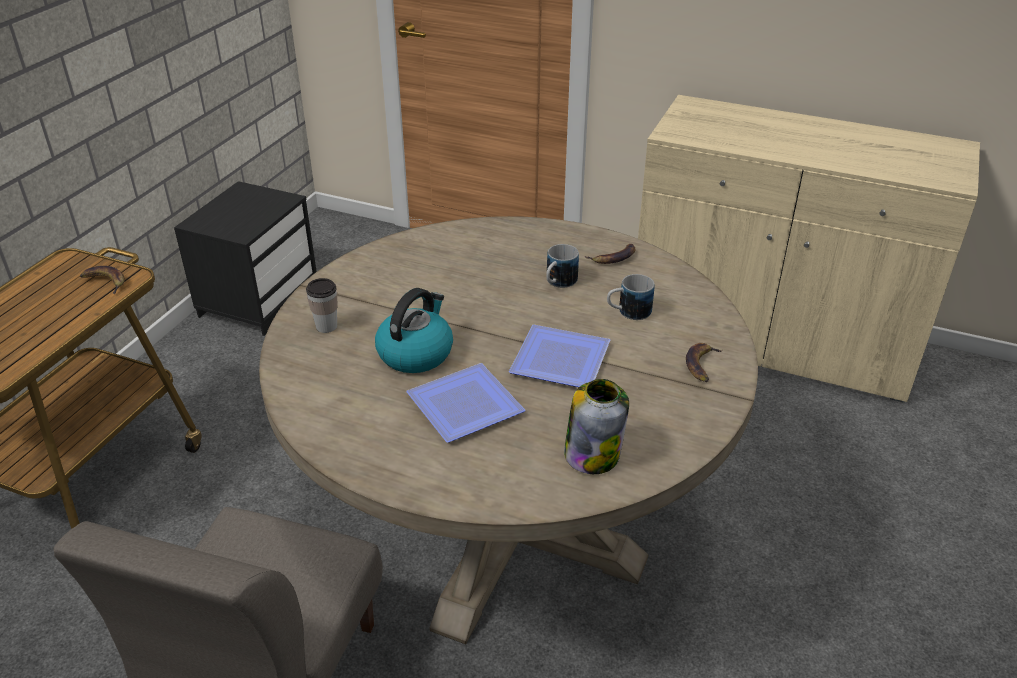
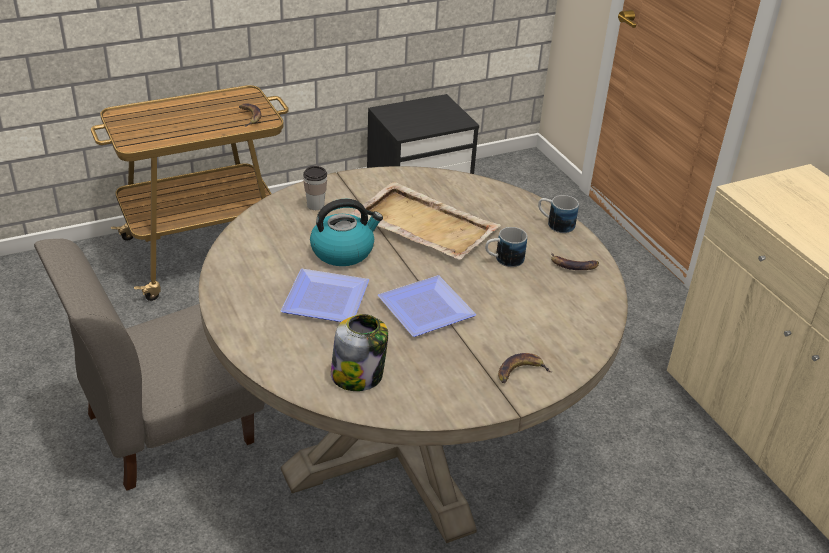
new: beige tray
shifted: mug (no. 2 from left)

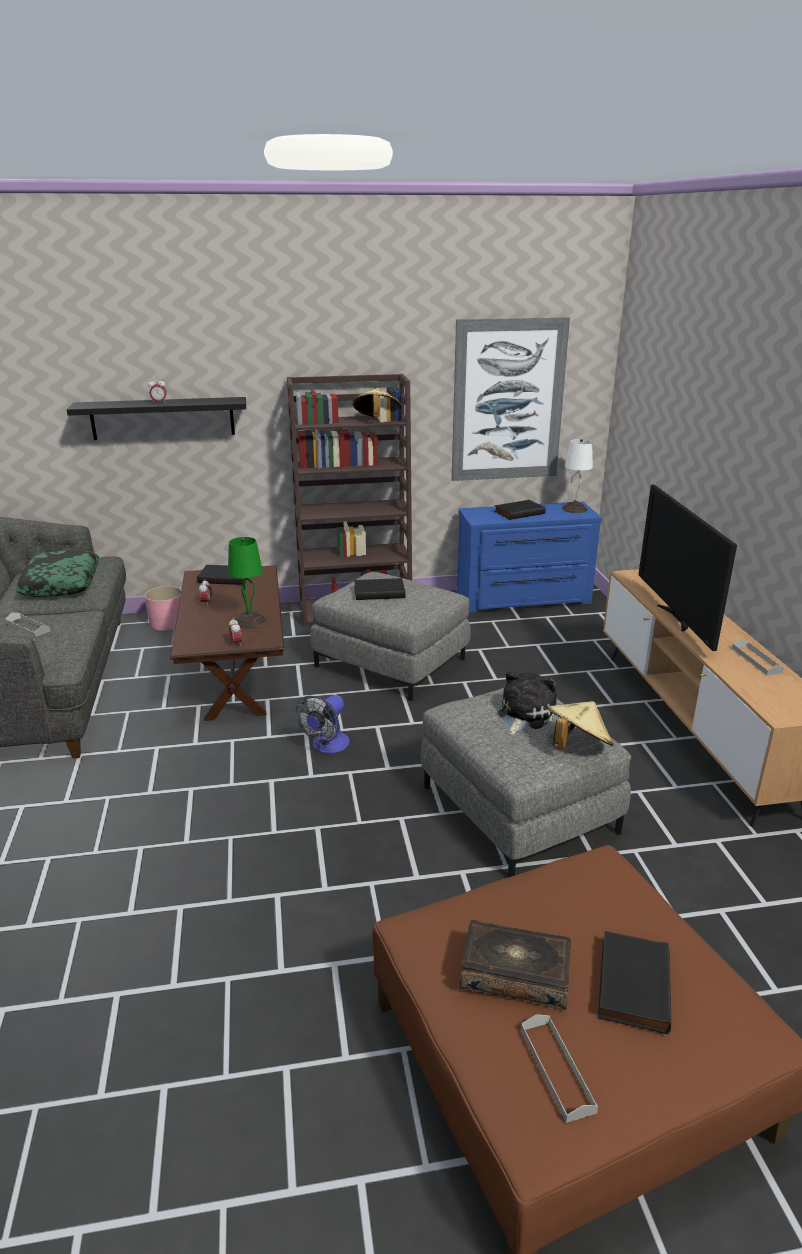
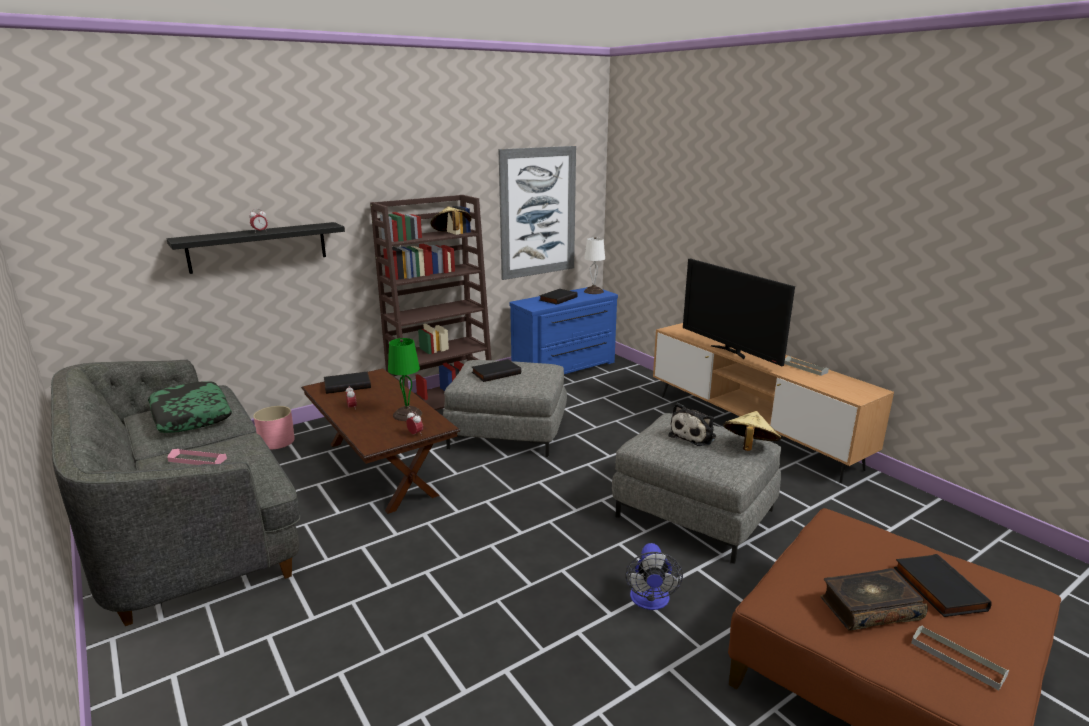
shifted: fan
repainted: grey tray (no. 1 from left) to pink tray
rotated: plush toy 150 degrees counterclockwise

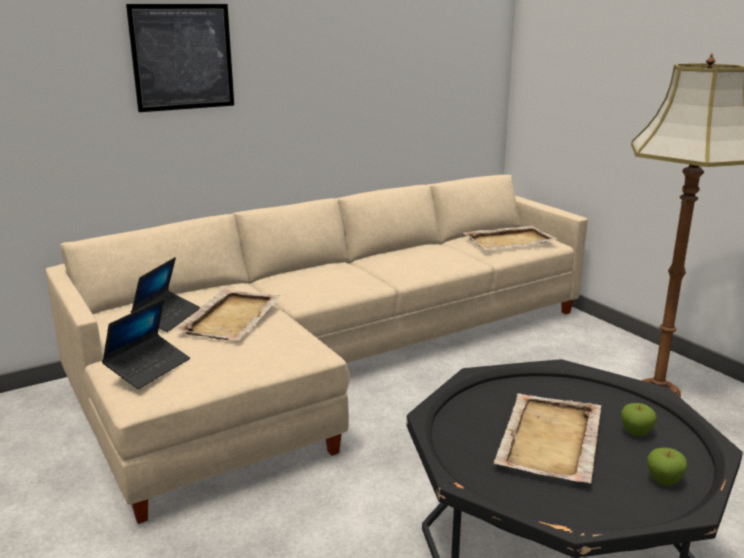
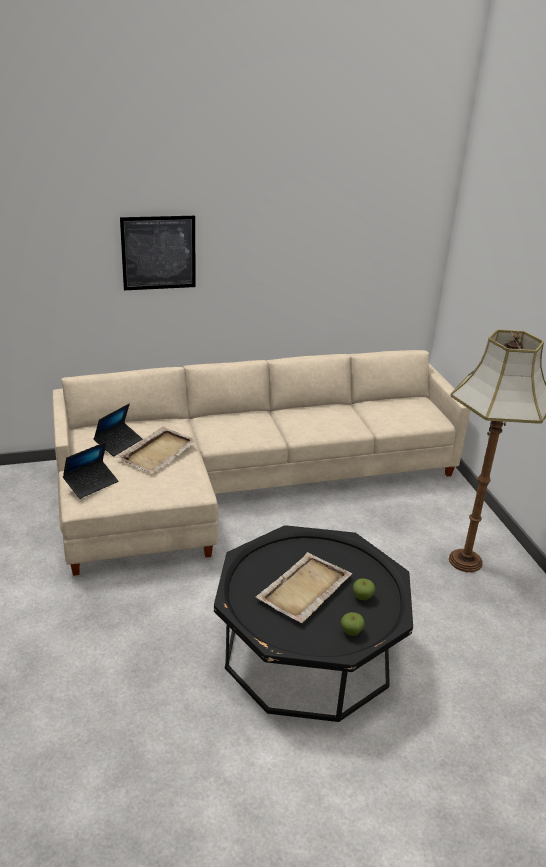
gone: beige tray (no. 2 from left)

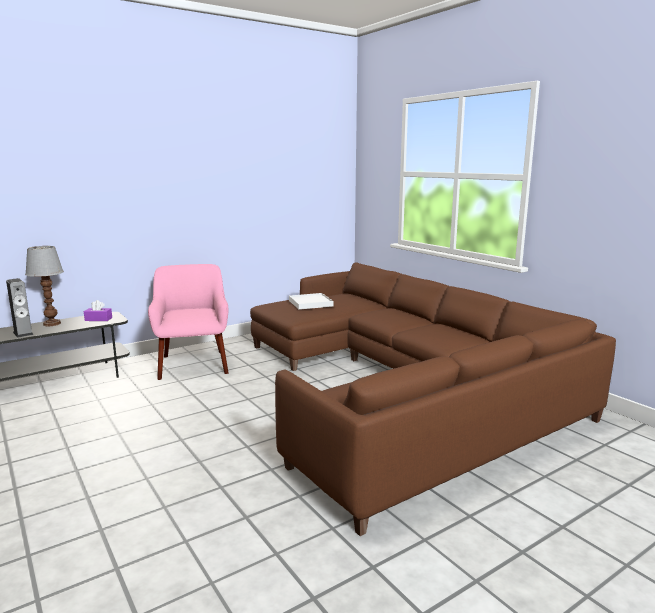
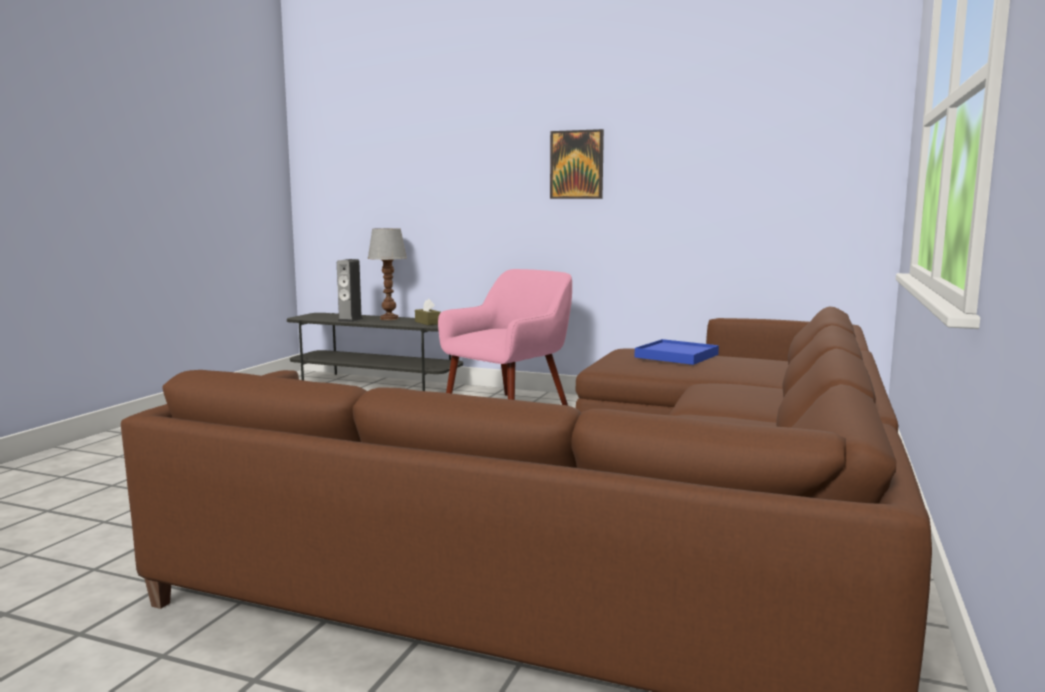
new: picture
repainted: purple tissue box to brown tissue box; white tray to blue tray

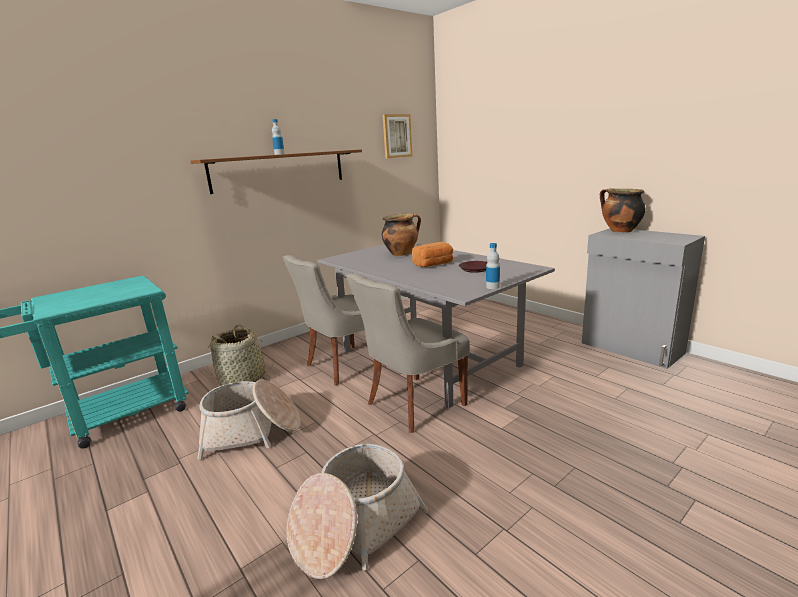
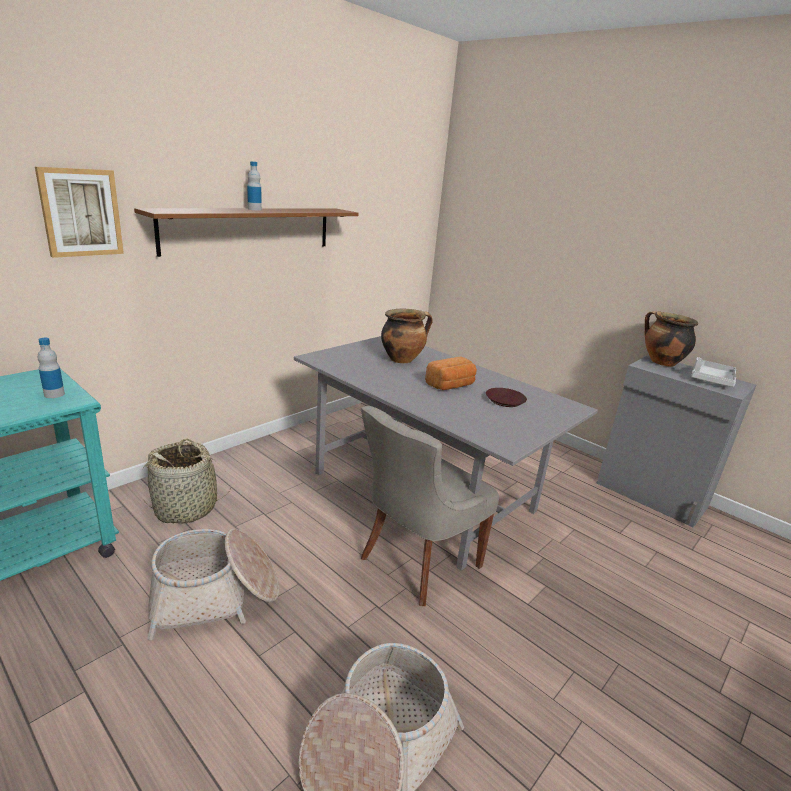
gone: grey chair (no. 1 from left)
new: grey tray
shifted: picture; bottle (no. 2 from left in the first image) to bottle (no. 1 from left)

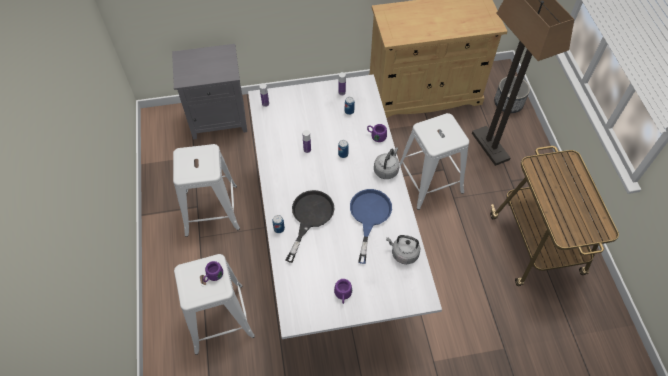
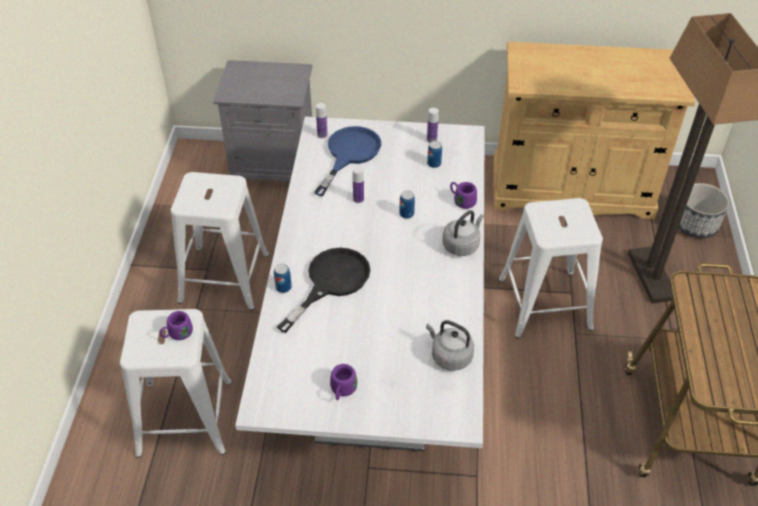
shifted: blue frying pan

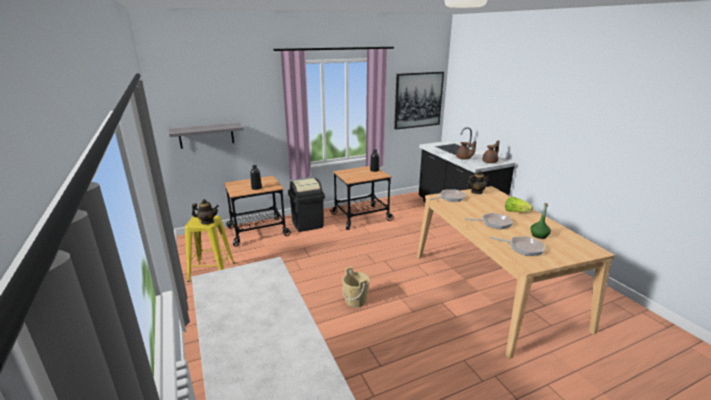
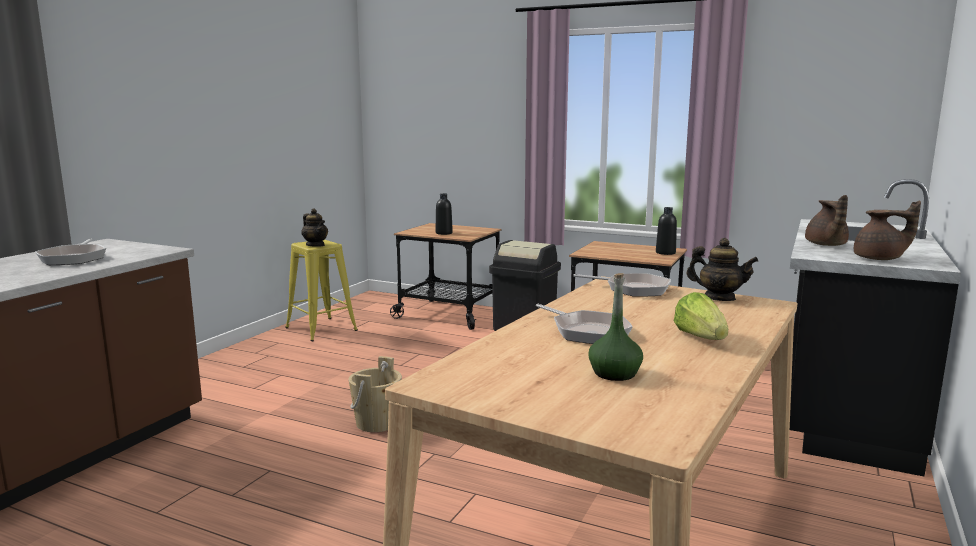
gone: grey shelf; picture
shifted: frying pan (no. 3 from left in the first image) to frying pan (no. 1 from left)

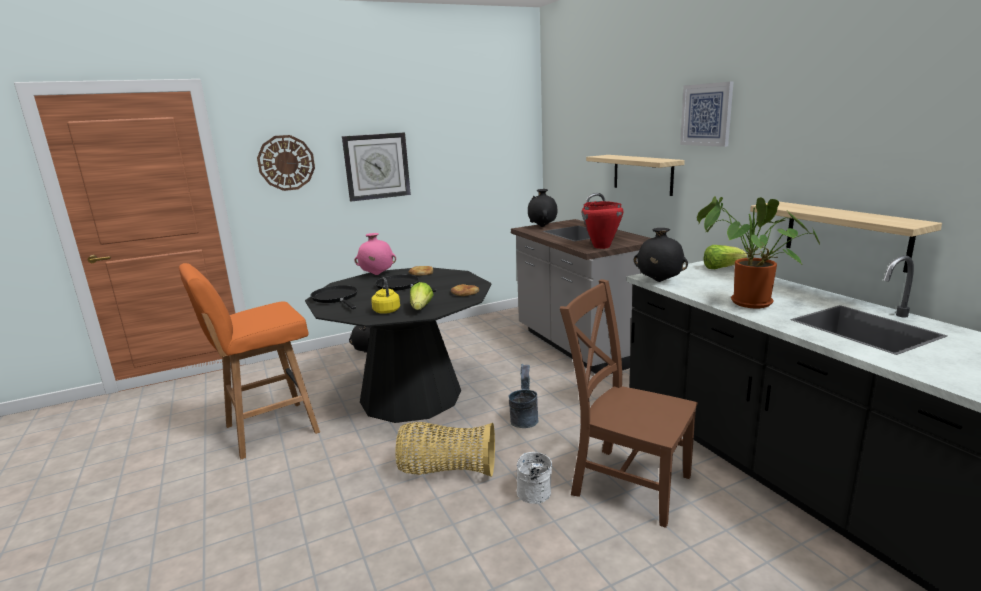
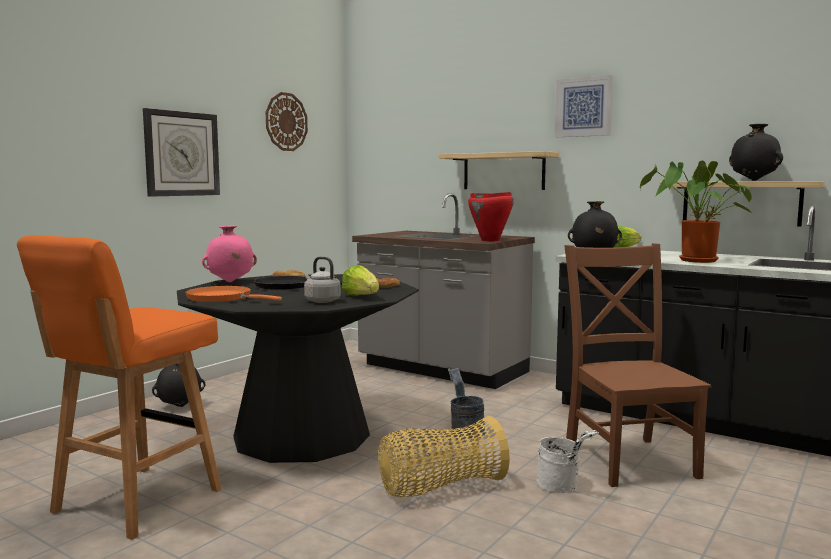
shifted: wall clock (no. 1 from left in the first image) to wall clock (no. 2 from left); black vase (no. 2 from left in the first image) to black vase (no. 3 from left)
repainted: black frying pan (no. 1 from left) to orange frying pan; yellow kettle to grey kettle
rotated: brown chair 75 degrees clockwise

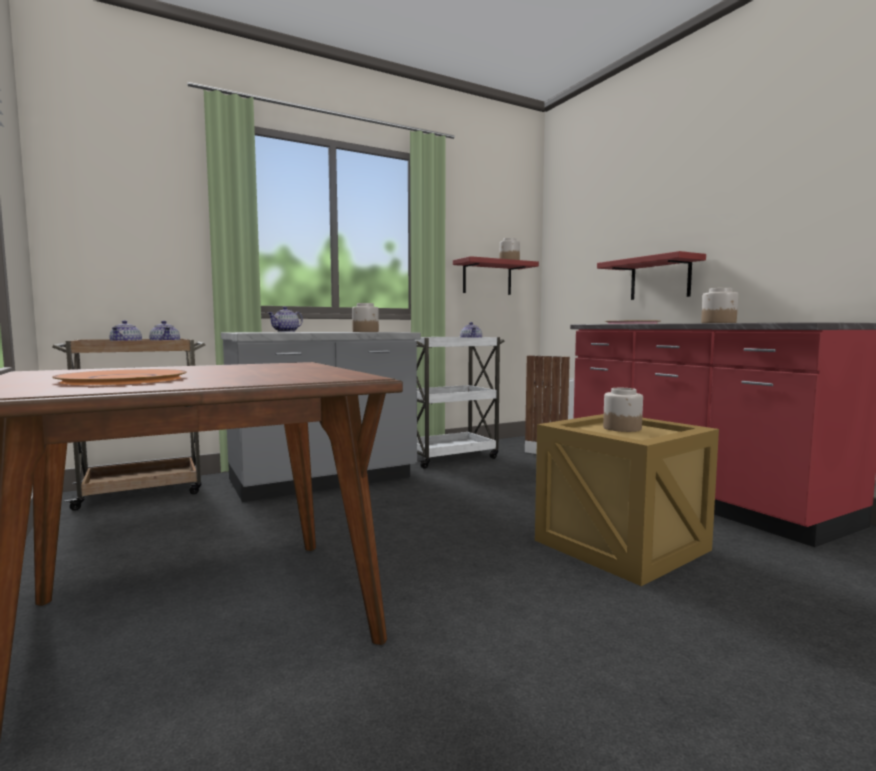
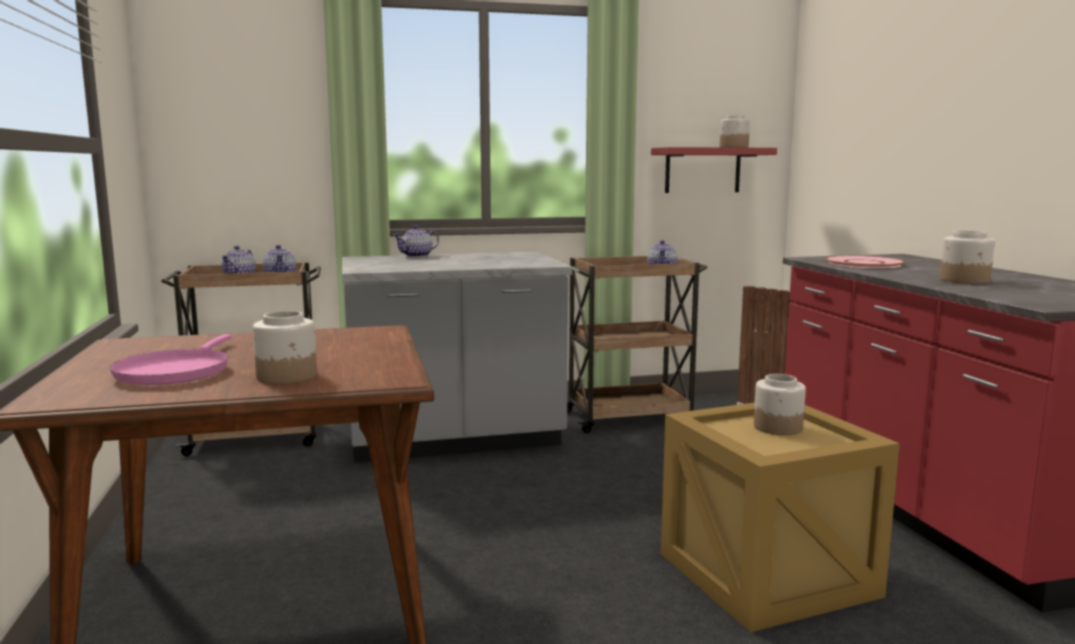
gone: red shelf (no. 2 from left)
shifted: jar (no. 1 from left)
swapped: orange plate to pink frying pan
repainted: white cart to brown cart (no. 2 from left)

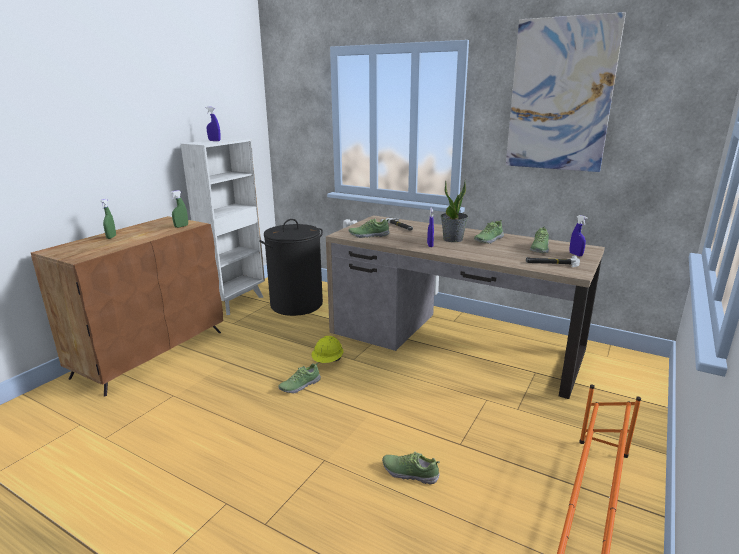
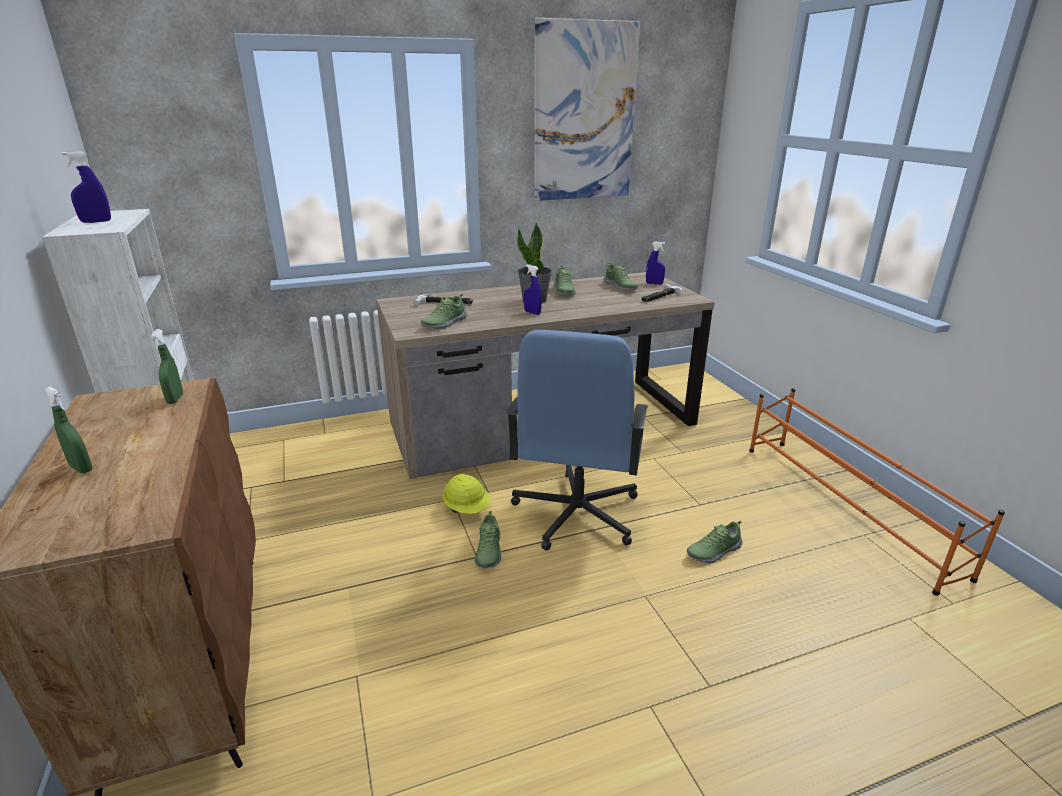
gone: black laundry basket
new: blue office chair

